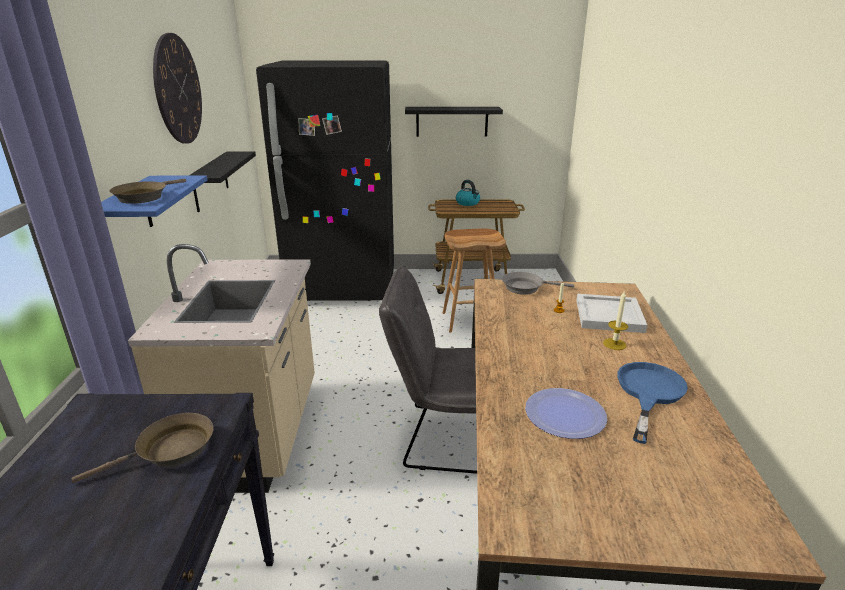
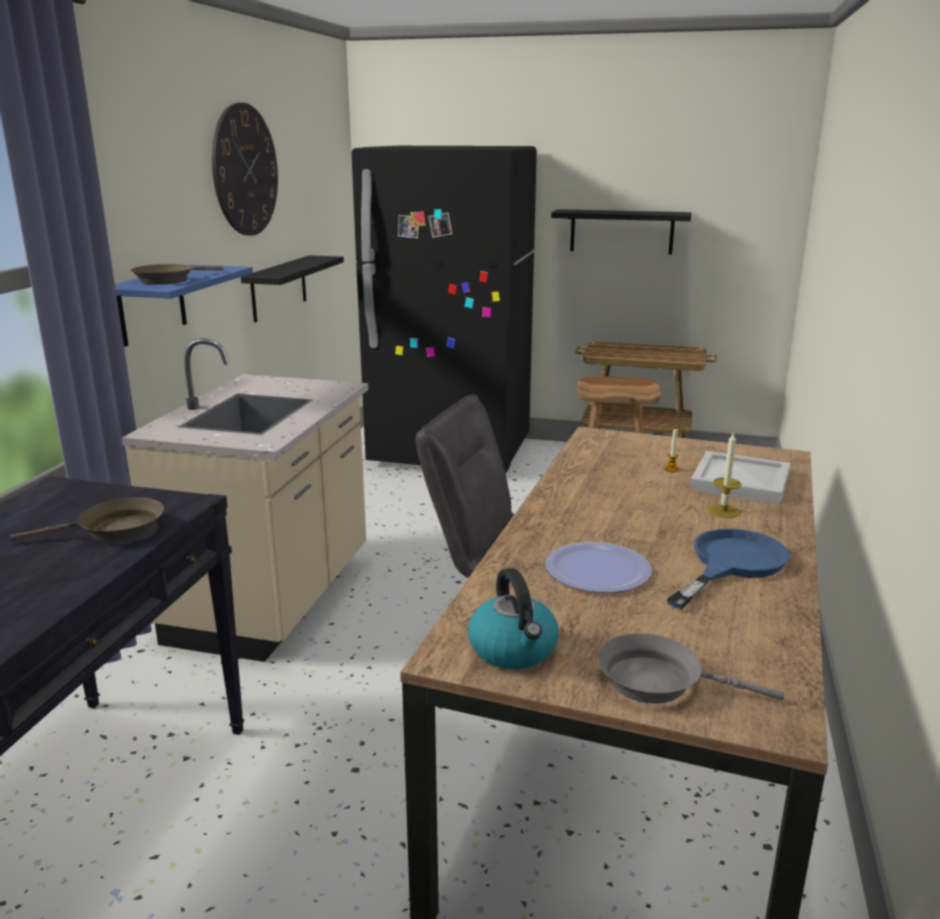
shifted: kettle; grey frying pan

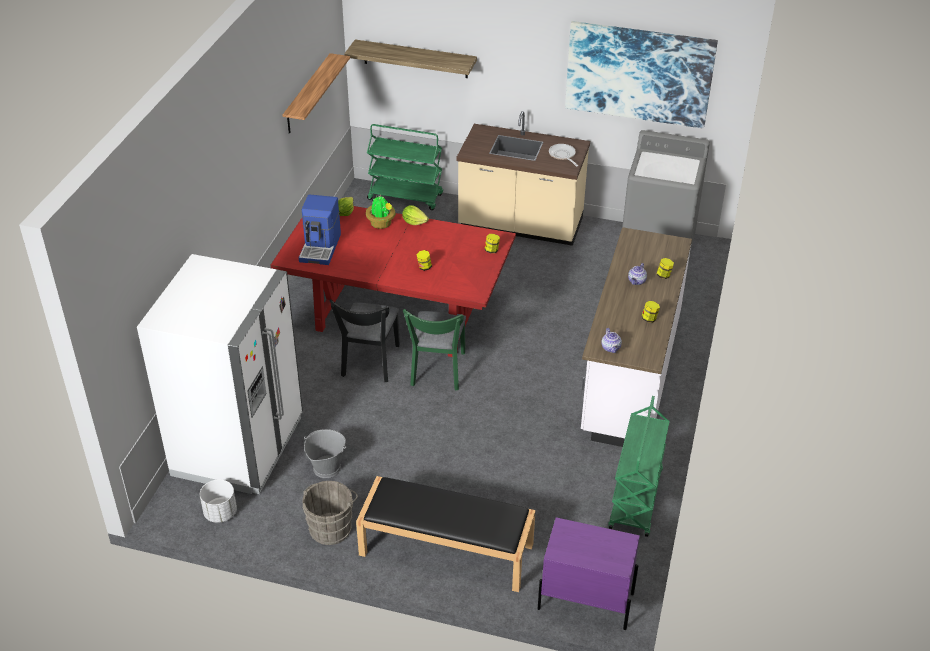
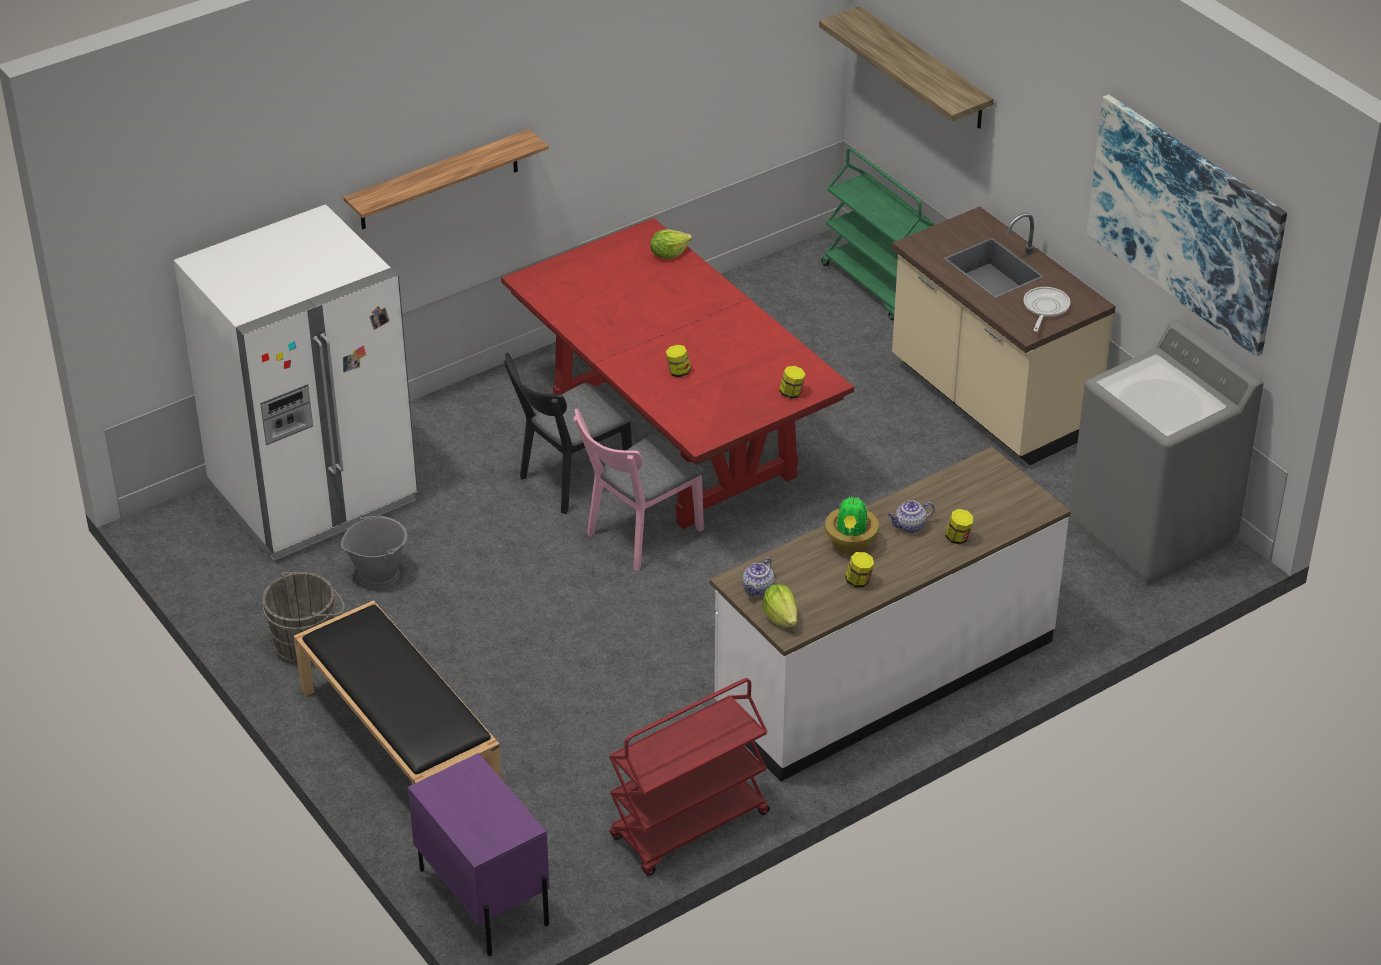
gone: white planter; coffee machine
shifted: shelf (no. 1 from left); potted plant; lettuce (no. 2 from left)
repainted: green chair to pink chair; green cart (no. 2 from left) to red cart

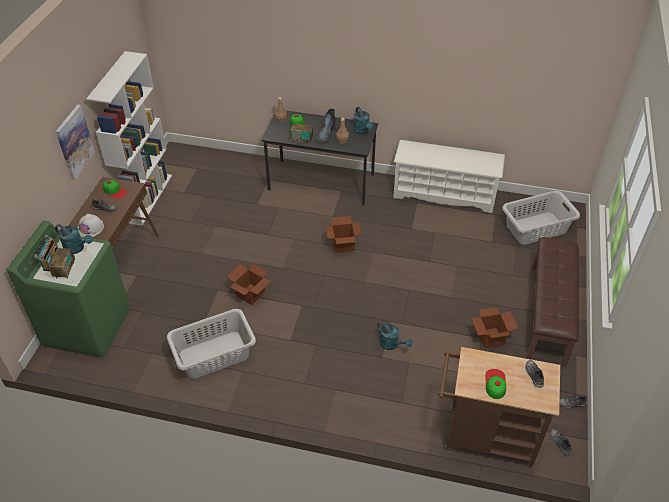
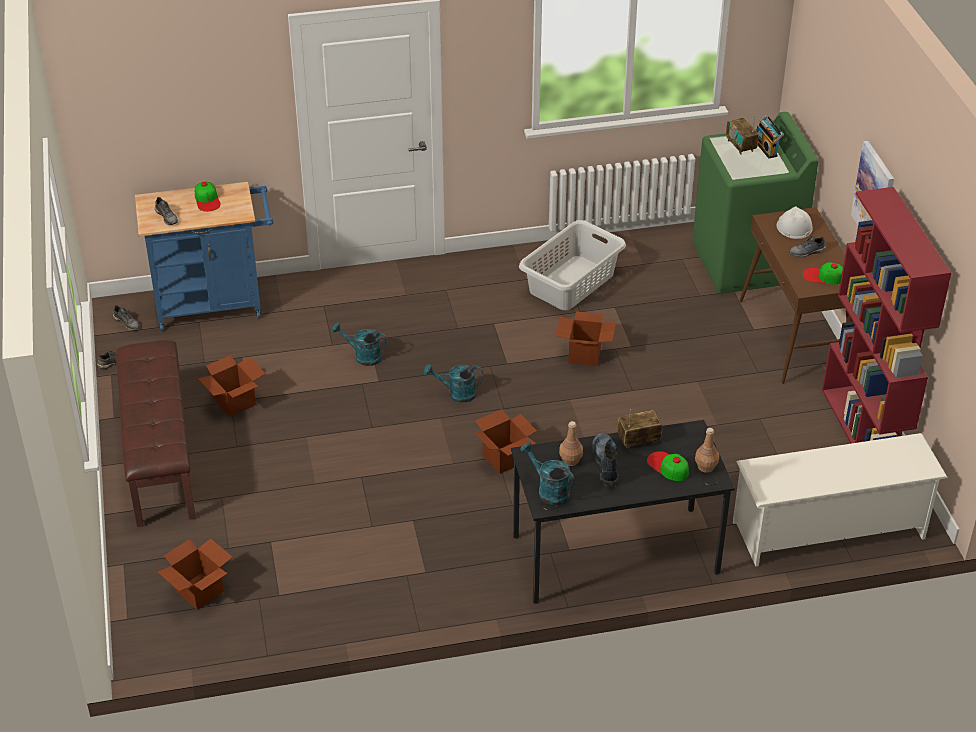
shifted: turquoise watering can (no. 1 from left in the first image) to turquoise watering can (no. 2 from left); white shoe rack
swapped: grey laundry basket (no. 2 from left) to cardboard box (no. 1 from left)
repainted: white bookcase to red bookcase; brown cart to blue cart

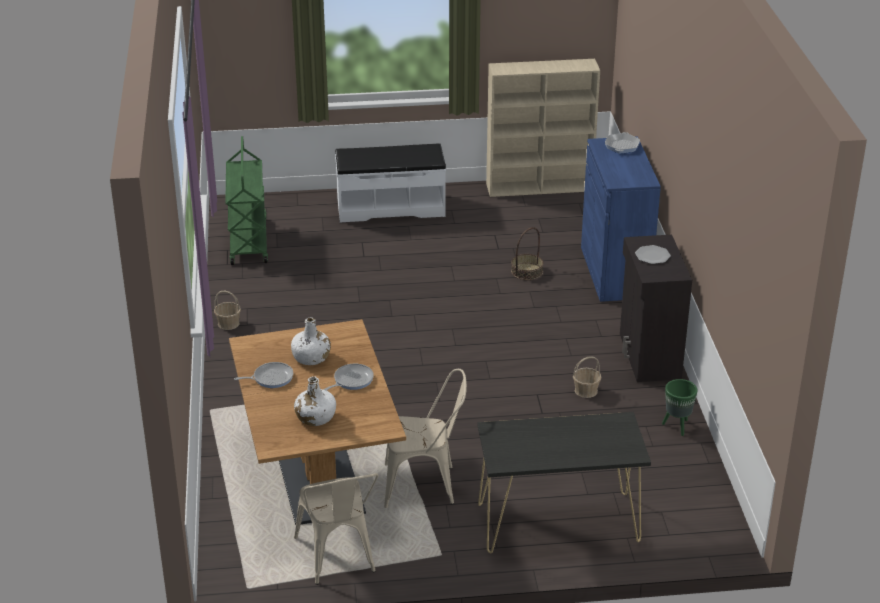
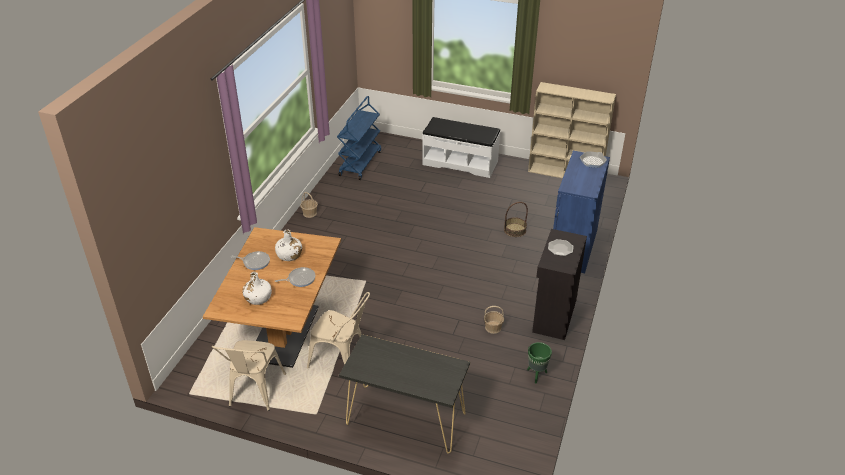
repainted: green cart to blue cart

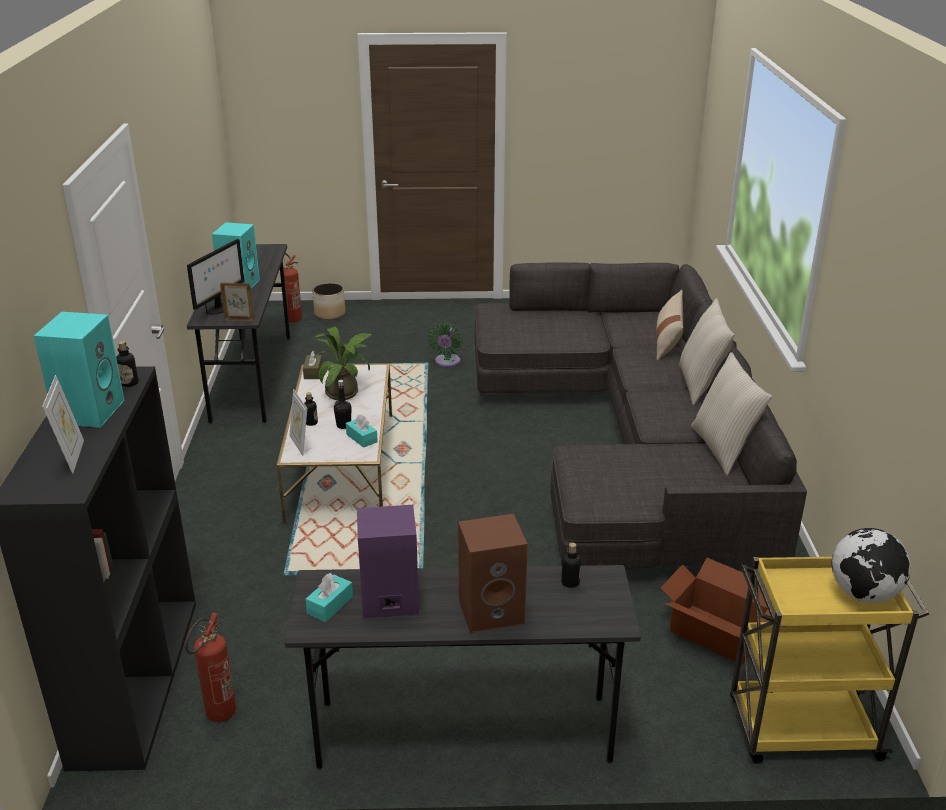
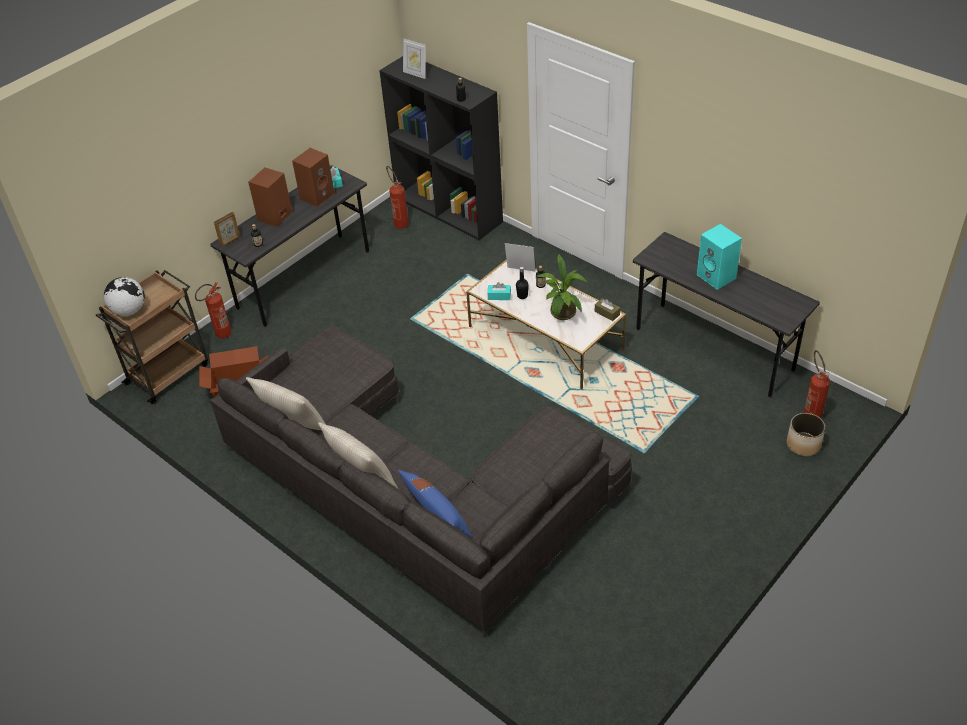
gone: turquoise speaker (no. 1 from left); monitor; green fan
new: fire extinguisher (no. 1 from left)
shifted: picture frame (no. 2 from left in the first image) to picture frame (no. 1 from left)
repainted: purple speaker to brown speaker (no. 2 from left); beige pillow (no. 1 from left) to blue pillow; yellow cart to brown cart

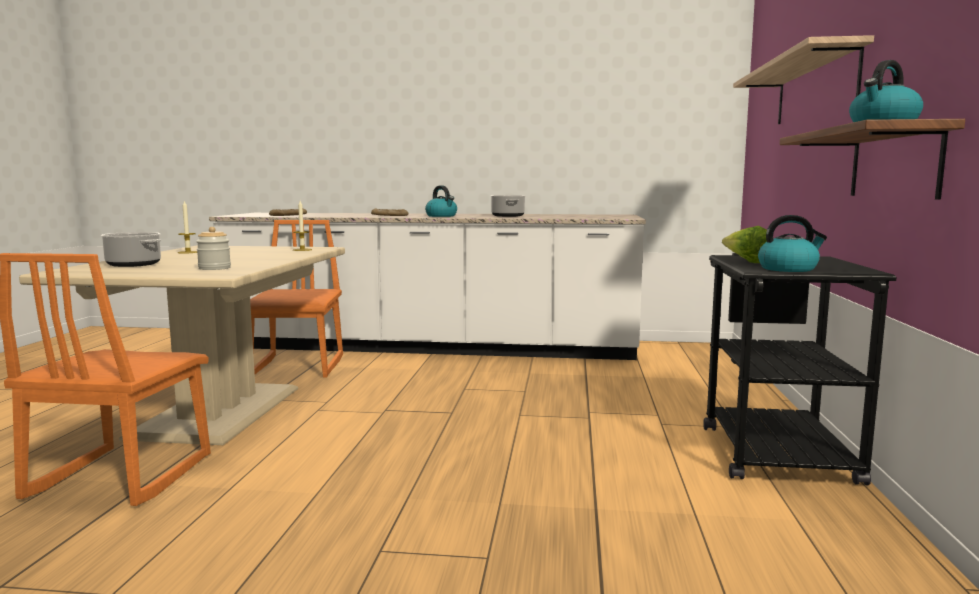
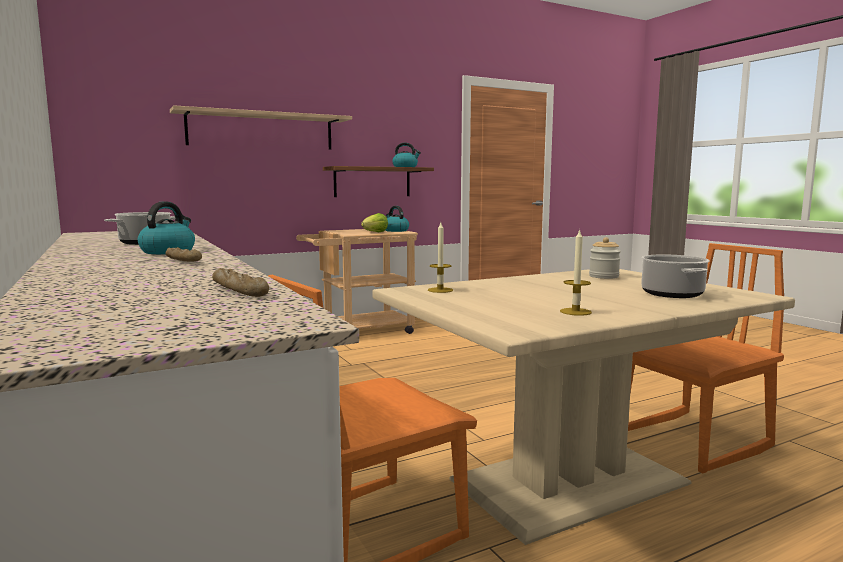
repainted: black cart to beige cart

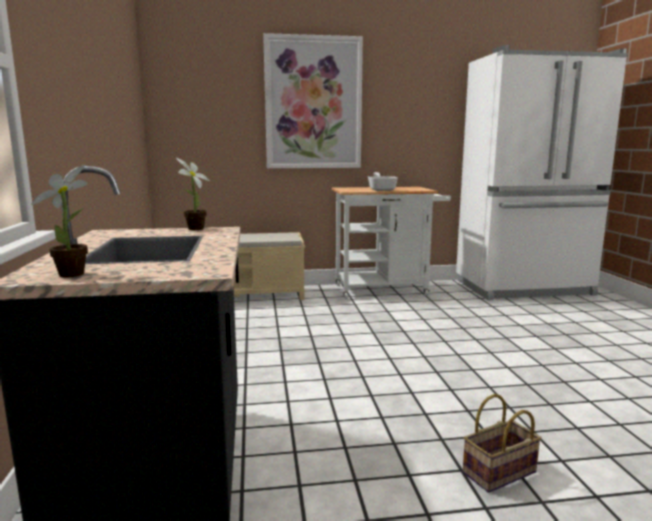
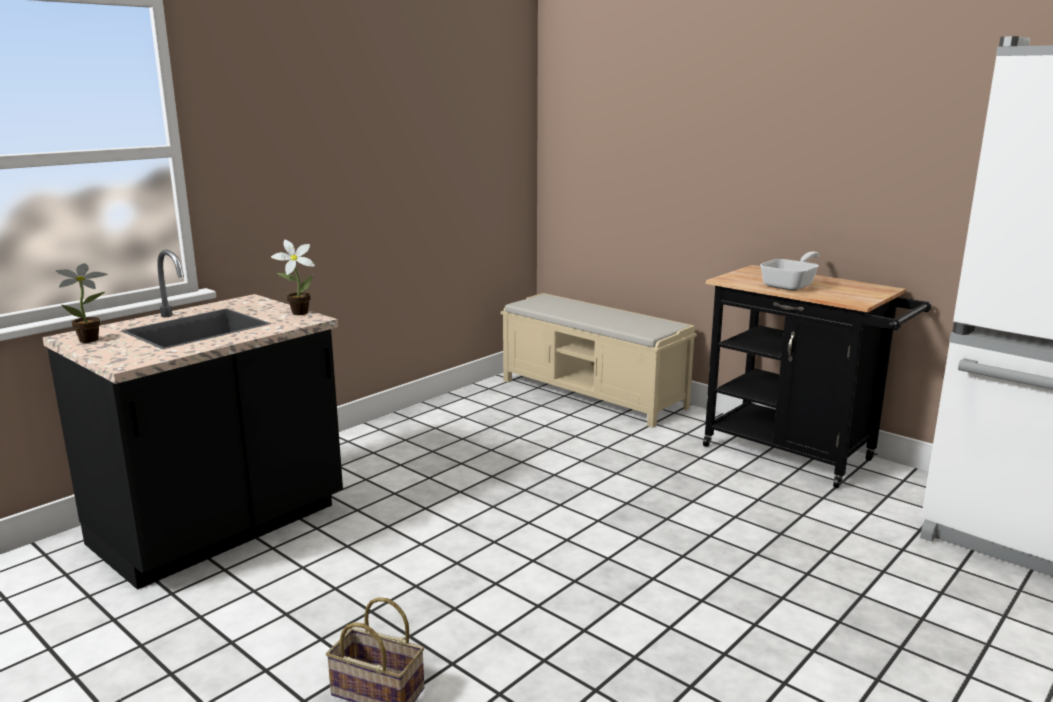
gone: picture
repainted: white cart to black cart

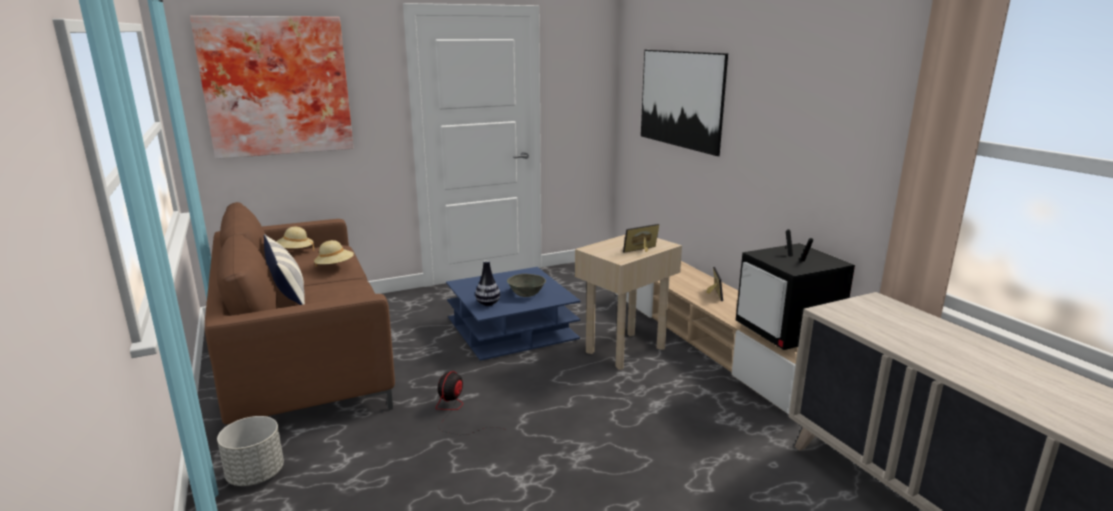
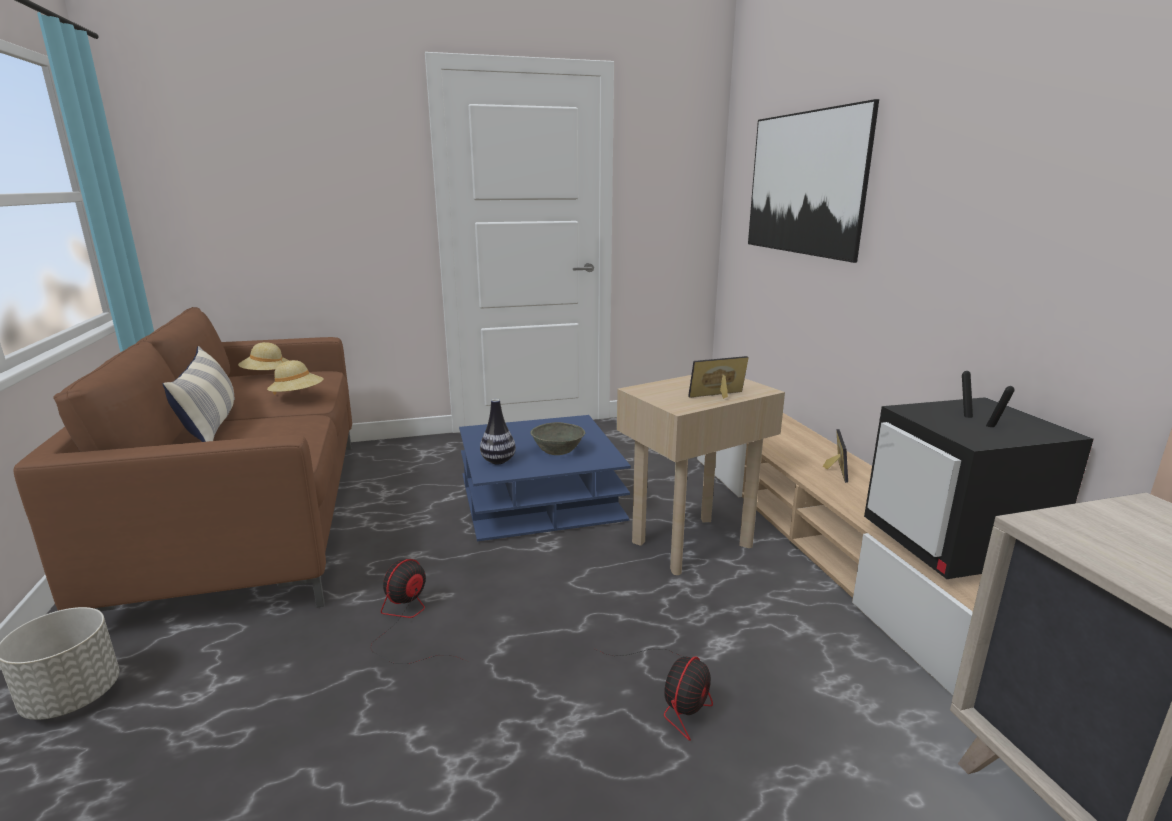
gone: picture (no. 1 from left)
new: fan (no. 2 from left)

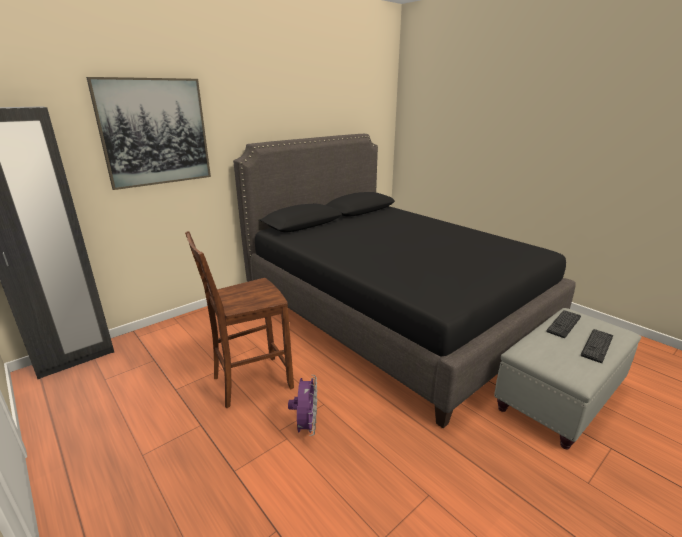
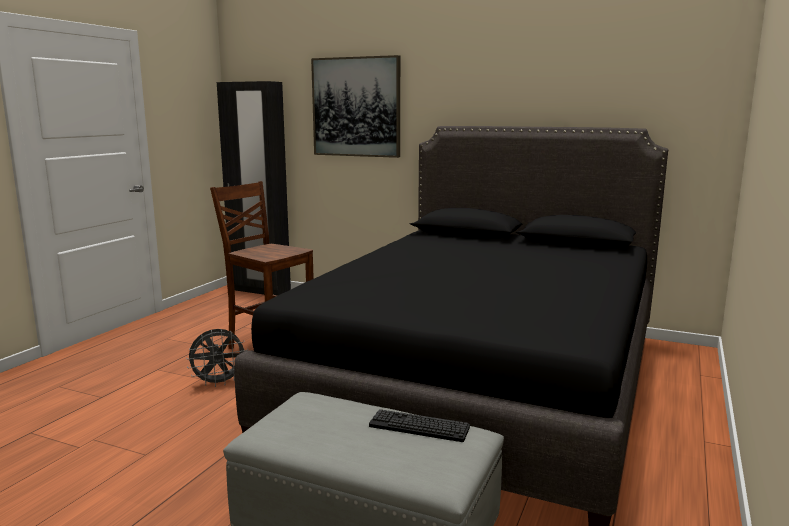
gone: keyboard (no. 2 from left)
repainted: purple fan to grey fan

